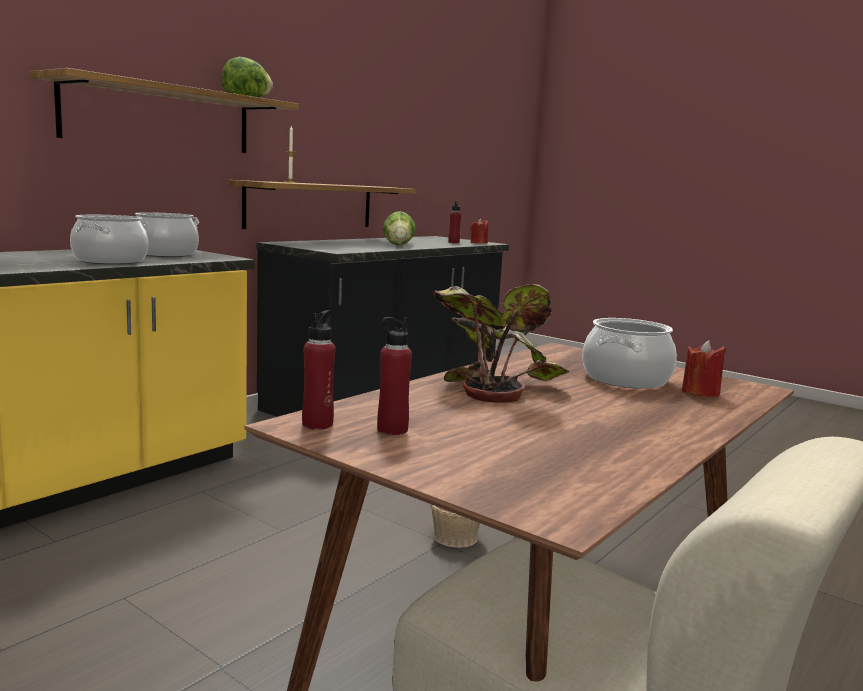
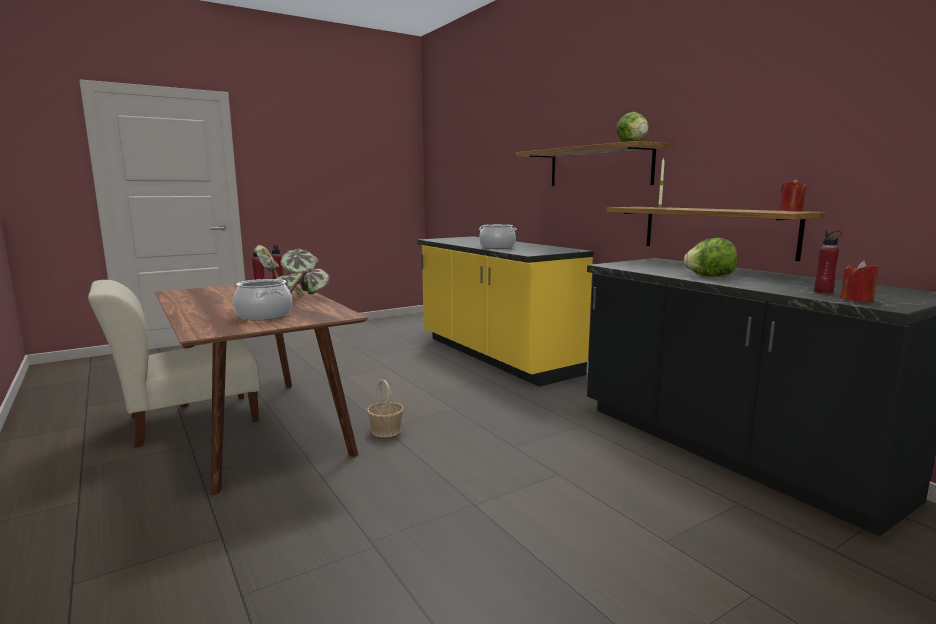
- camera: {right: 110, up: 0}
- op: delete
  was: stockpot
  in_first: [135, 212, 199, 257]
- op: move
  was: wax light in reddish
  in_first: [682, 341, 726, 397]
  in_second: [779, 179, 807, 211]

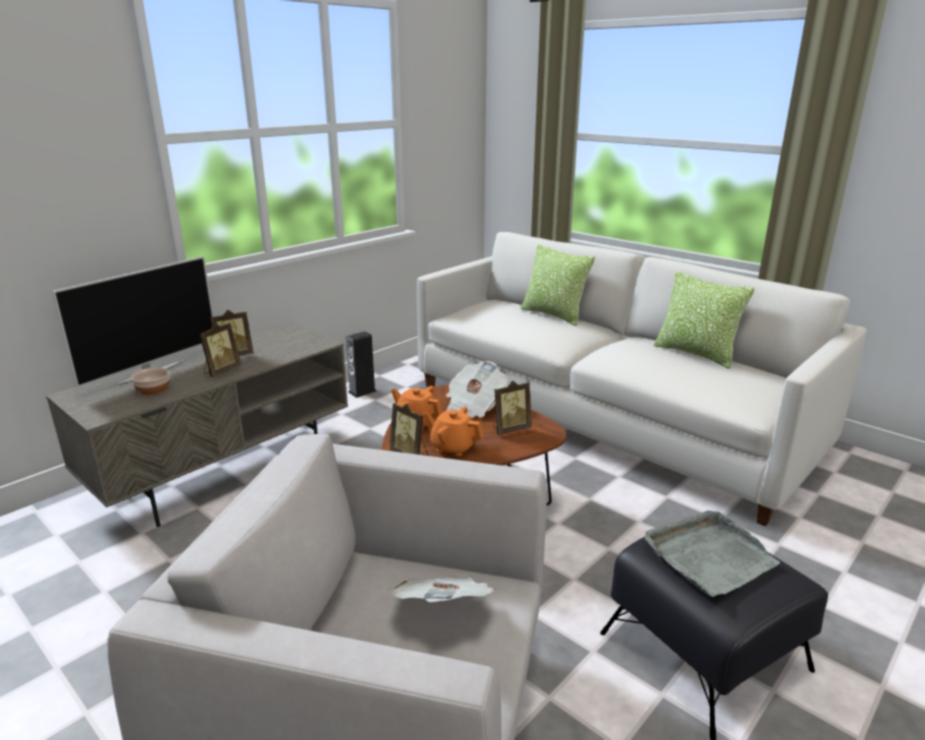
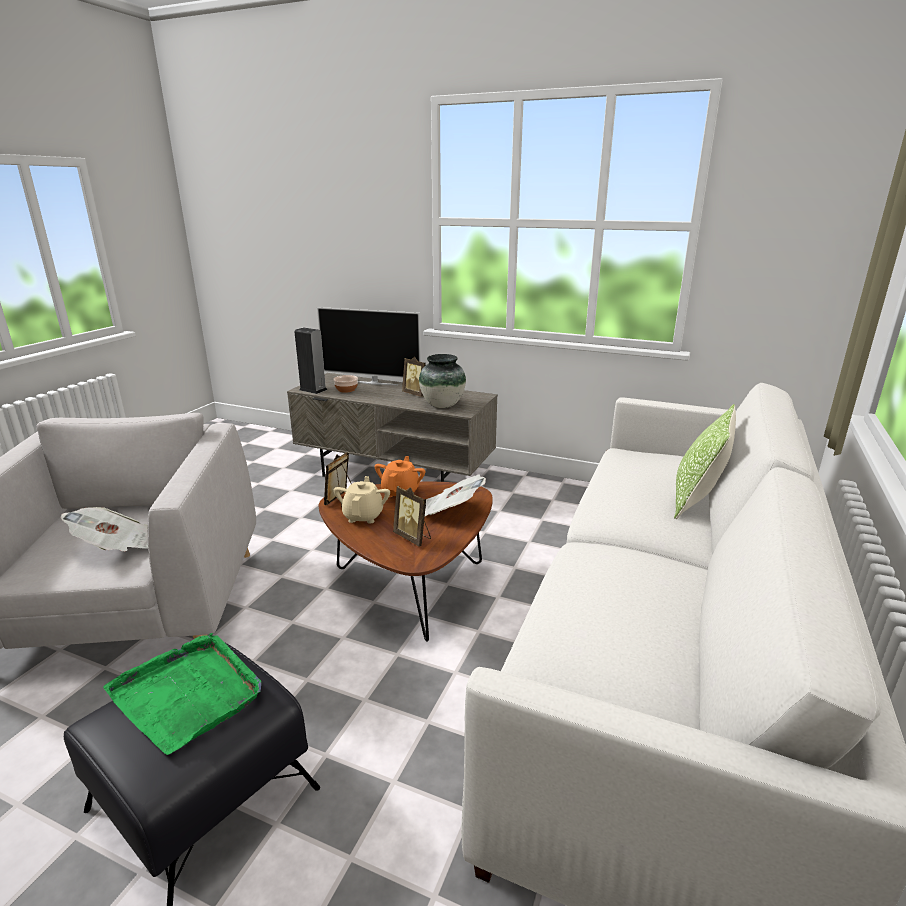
- camera: {right: 70, up: 0}
- op: delete
  was: standing frame
  in_first: [199, 323, 241, 377]
- op: move
  was: speaker
  in_first: [346, 331, 376, 398]
  in_second: [295, 328, 328, 394]
- op: recolor
  was: tea pot in orangey
  now: tea pot in sand-coloured
  in_first: [423, 407, 484, 456]
  in_second: [334, 476, 390, 523]
- op: recolor
  was: tray in grey
  now: tray in green
  in_first: [645, 510, 780, 597]
  in_second: [103, 633, 261, 755]
- op: delete
  was: throw pillow
  in_first: [654, 272, 755, 369]
- op: insert
  now: vase
  in_second: [419, 354, 466, 408]

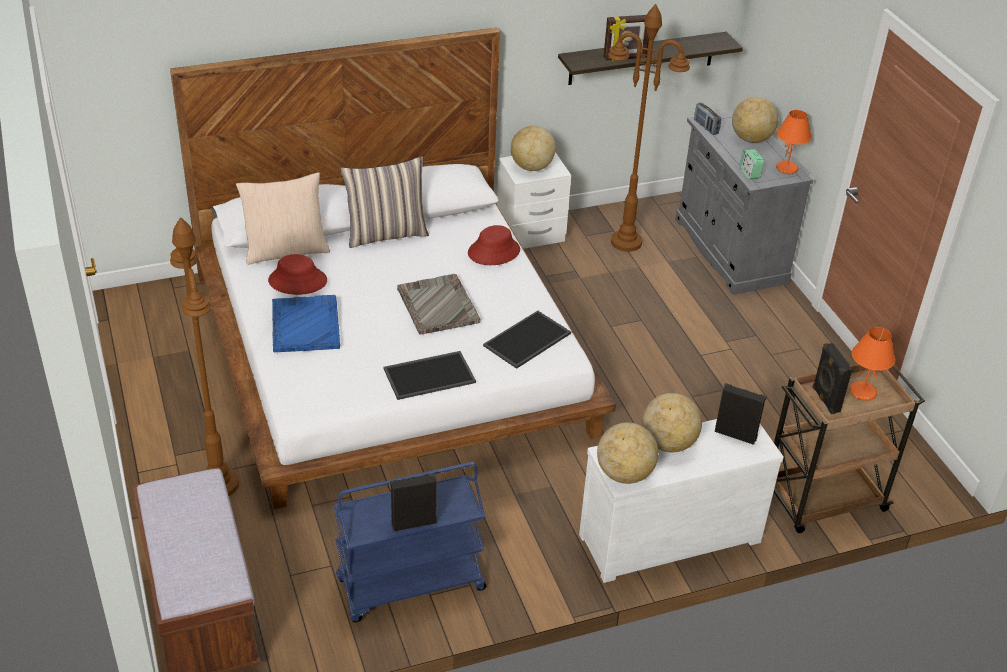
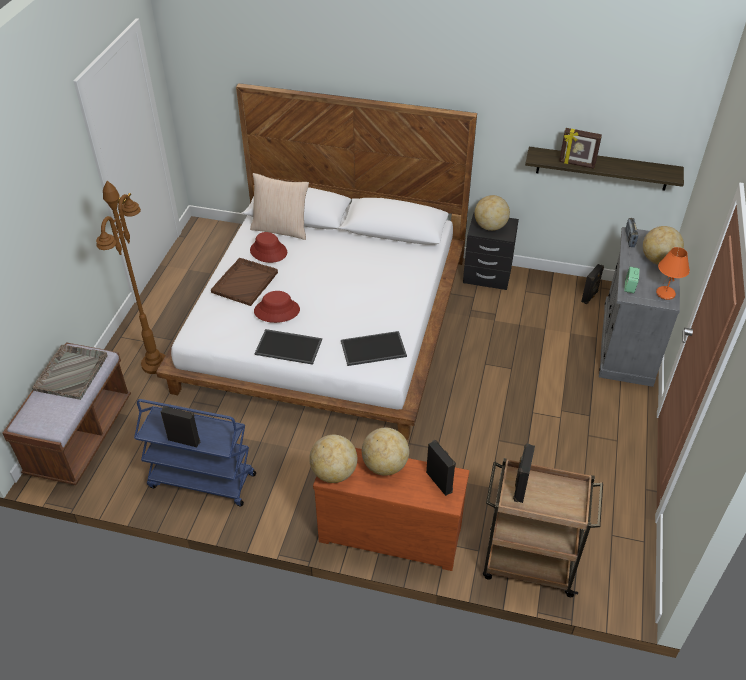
- camera: {right: 35, up: 5}
- op: recolor
  was: tray in blue-coloured
  now: tray in brown
  in_first: [272, 295, 340, 352]
  in_second: [211, 258, 278, 306]
- op: delete
  was: throw pillow
  in_first: [340, 156, 429, 248]
- op: move
  was: tray in grey
  in_first: [397, 274, 480, 335]
  in_second: [32, 345, 108, 400]
- op: move
  was: wearable hat in reddish
  in_first: [468, 225, 520, 265]
  in_second: [254, 291, 300, 323]
- op: recolor
  was: night table in white-coloured
  now: night table in blackish
  in_first: [497, 152, 571, 249]
  in_second: [463, 213, 519, 290]
- op: recolor
  was: drawer chest in white-coloured
  now: drawer chest in brown
  in_first: [579, 419, 784, 583]
  in_second: [313, 448, 469, 571]
- op: delete
  was: standard lamp in brown
  in_first: [608, 4, 690, 252]
- op: delete
  was: lamp for a table in orangey
  in_first: [850, 327, 895, 401]
- op: insert
  now: speaker in blackish
  in_second: [581, 264, 604, 304]

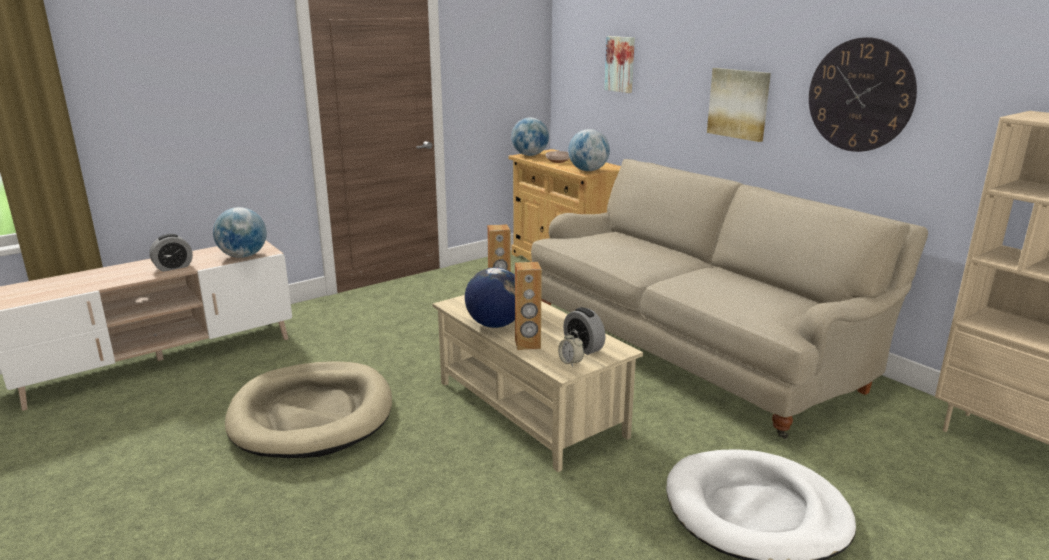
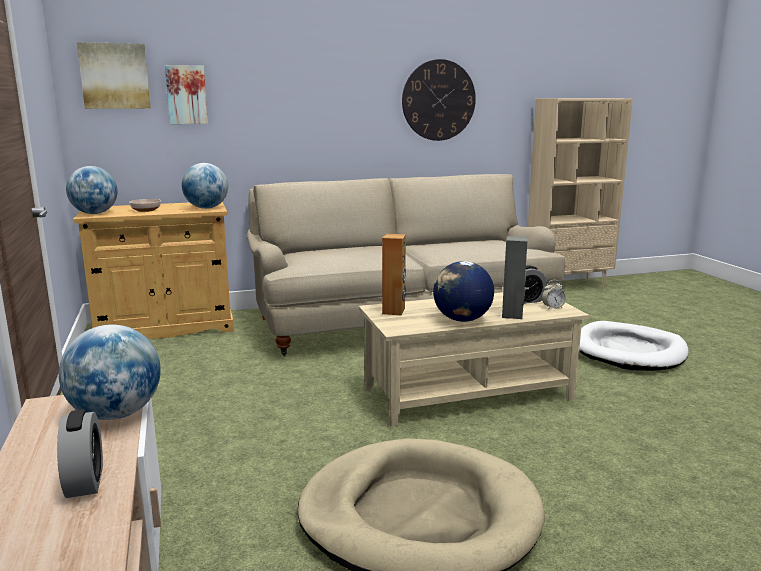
- camera: {right: -70, up: -5}
- op: recolor
  was: speaker in brown
  now: speaker in grey
  in_first: [515, 262, 542, 350]
  in_second: [502, 236, 528, 319]
- op: move
  was: wall art
  in_first: [707, 68, 771, 142]
  in_second: [77, 42, 151, 109]

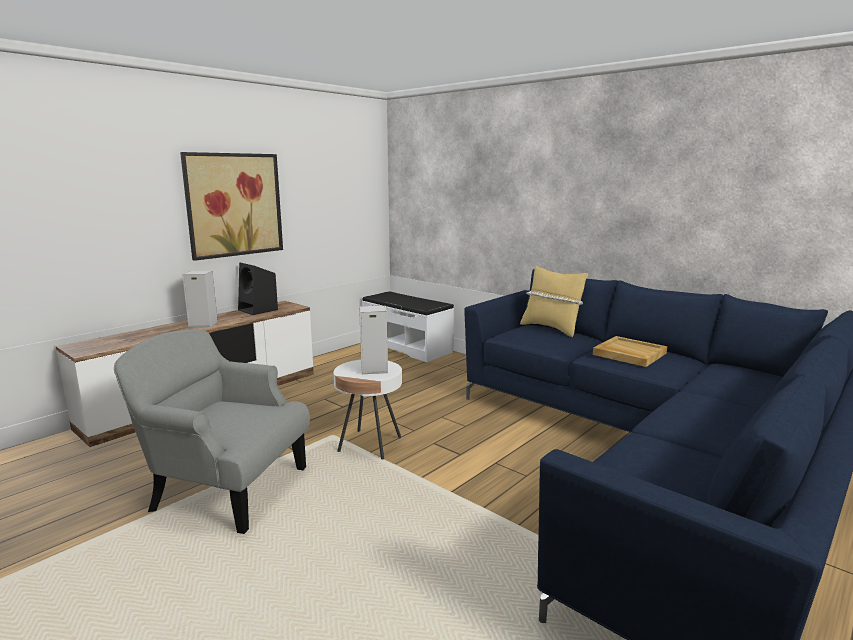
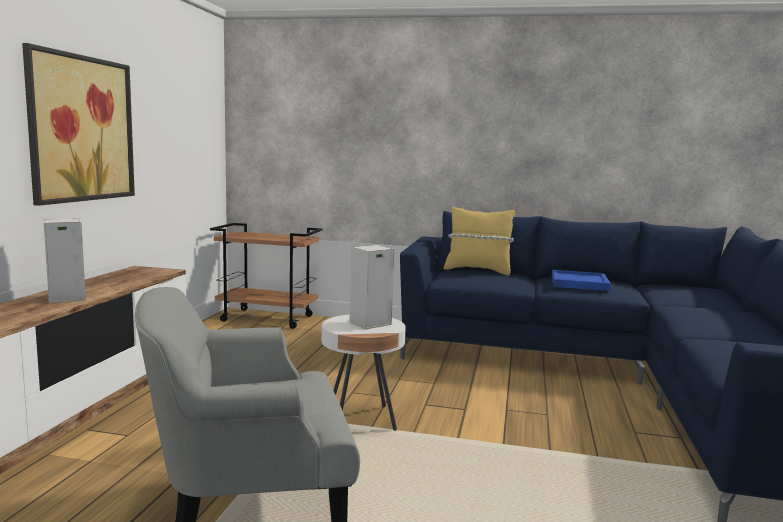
- camera: {right: -30, up: -5}
- op: delete
  was: speaker in blackish
  in_first: [238, 263, 278, 315]
- op: replace
  was: bench in white-coloured
  now: cart in brown
  in_first: [362, 291, 454, 362]
  in_second: [210, 223, 323, 329]
- op: recolor
  was: tray in sand-coloured
  now: tray in blue-coloured
  in_first: [593, 336, 667, 367]
  in_second: [552, 270, 611, 291]

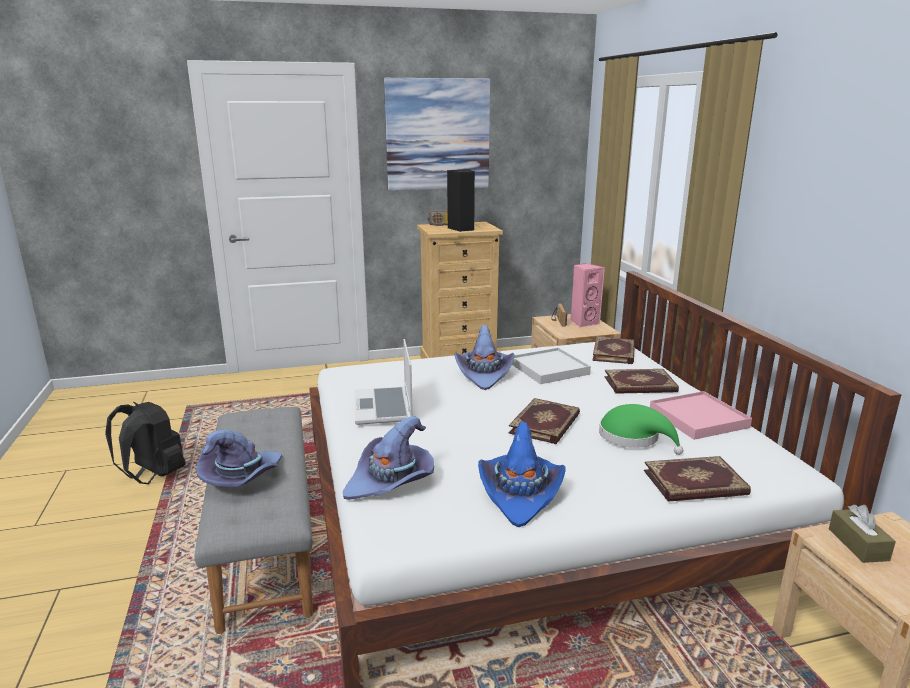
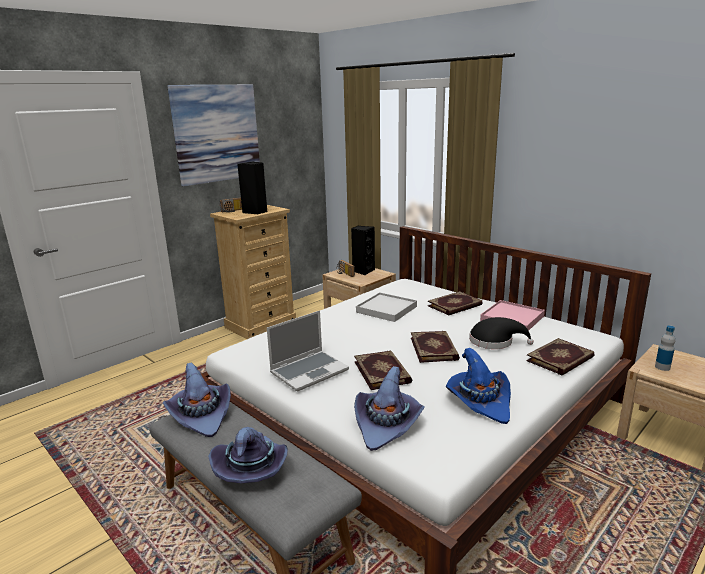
- camera: {right: -30, up: 0}
- op: delete
  was: knapsack in blackish
  in_first: [105, 402, 186, 484]
- op: rotate
  was: notebook computer
  in_first: [354, 339, 413, 425]
  in_second: [267, 310, 349, 391]
  clockwise: -90
- op: move
  was: wearable hat in purple
  in_first: [454, 325, 515, 390]
  in_second: [163, 362, 231, 437]
- op: recolor
  was: speaker in pink-coloured
  now: speaker in blackish
  in_first: [570, 263, 605, 328]
  in_second: [351, 226, 375, 275]
- op: move
  was: volume
  in_first: [592, 336, 635, 364]
  in_second: [354, 350, 412, 390]
- op: recolor
  was: wearable hat in green
  now: wearable hat in blackish
  in_first: [599, 404, 683, 455]
  in_second: [469, 317, 534, 349]
- op: replace
  was: box of tissues in brown
  now: drink bottle
  in_first: [829, 505, 896, 563]
  in_second: [655, 325, 675, 371]

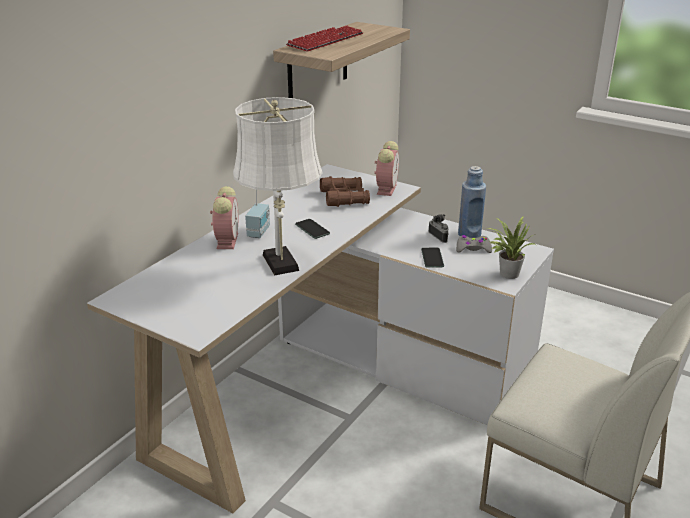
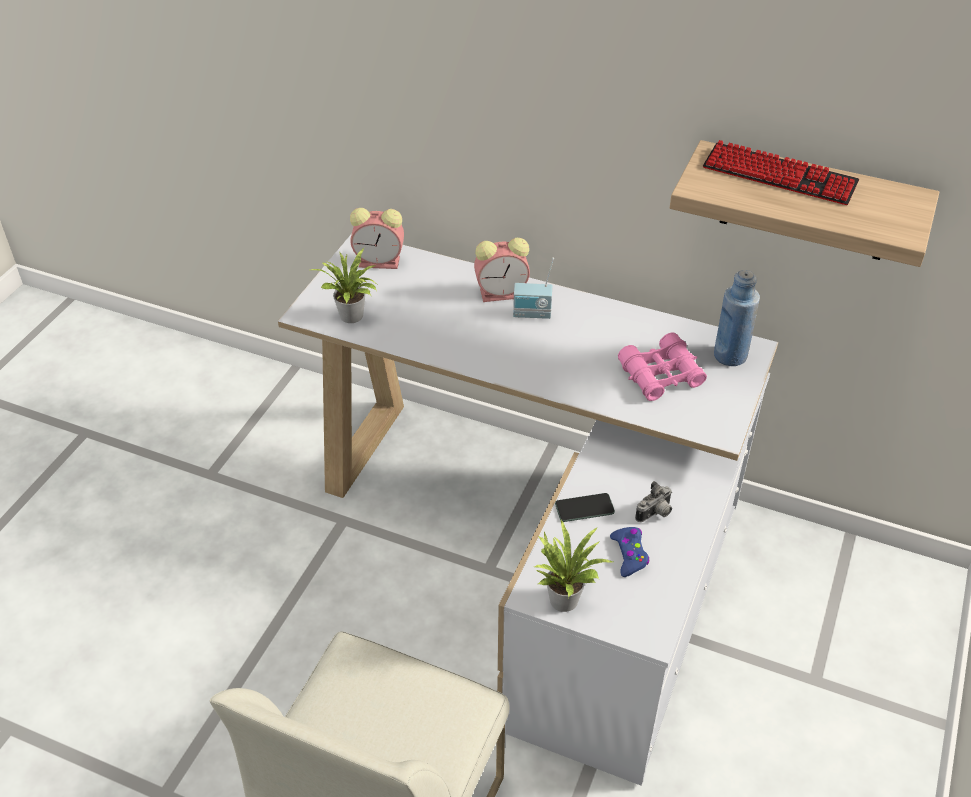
- camera: {right: 80, up: 15}
- op: delete
  was: lamp for a table in white-coloured
  in_first: [233, 97, 323, 275]
- op: delete
  was: handset
  in_first: [295, 219, 330, 239]
- op: recolor
  was: pair of binoculars in brown
  now: pair of binoculars in pink-coloured
  in_first: [320, 176, 370, 207]
  in_second: [618, 332, 707, 401]
- op: move
  was: bedside clock
  in_first: [374, 141, 399, 196]
  in_second: [350, 208, 404, 269]
- op: recolor
  was: gamepad in grey
  now: gamepad in blue-coloured
  in_first: [456, 235, 492, 253]
  in_second: [610, 527, 649, 577]
- op: move
  was: drink bottle in blue-coloured
  in_first: [458, 166, 486, 238]
  in_second: [714, 270, 760, 366]
- op: insert
  now: potted plant
  in_second: [311, 248, 377, 323]

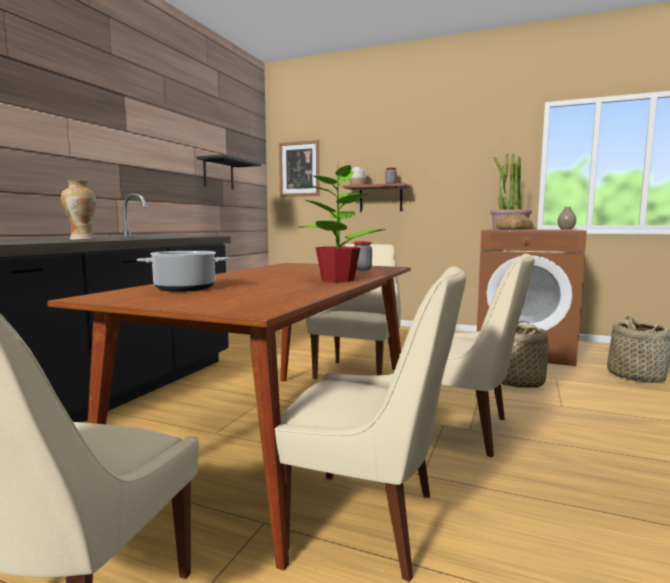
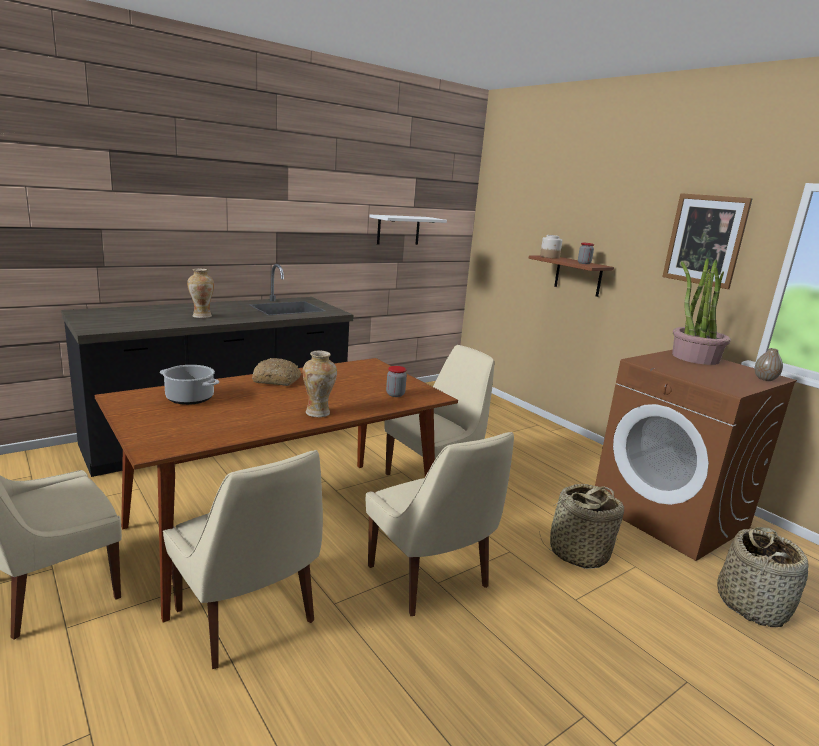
- camera: {right: 30, up: 10}
- op: recolor
  was: shelf in blackish
  now: shelf in white-coloured
  in_first: [196, 155, 262, 190]
  in_second: [369, 215, 447, 245]
- op: move
  was: wall art
  in_first: [279, 140, 319, 197]
  in_second: [662, 193, 753, 289]
- op: replace
  was: potted plant
  now: vase
  in_first: [297, 165, 386, 282]
  in_second: [303, 351, 337, 417]
- op: move
  was: bakery bread
  in_first: [495, 214, 533, 230]
  in_second: [252, 358, 301, 386]

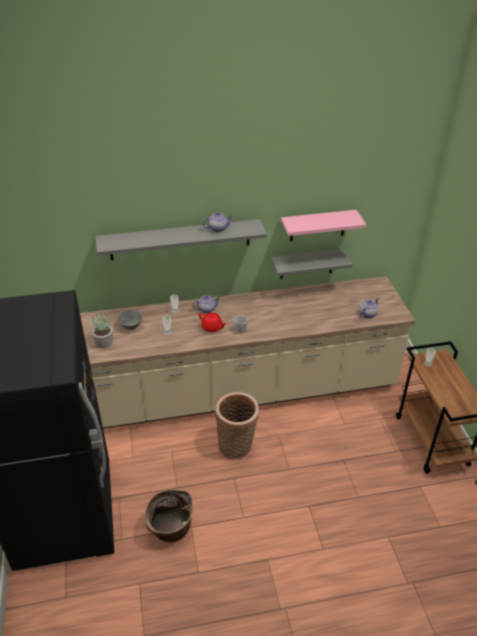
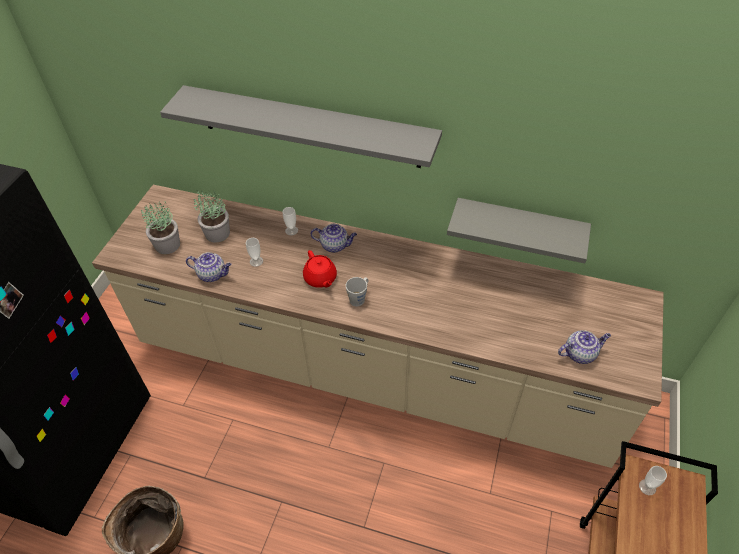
- camera: {right: 30, up: 10}
- op: replace
  was: deep dish in grey
  now: potted plant
  in_first: [117, 310, 143, 330]
  in_second: [194, 188, 230, 243]
- op: move
  was: tea pot
  in_first: [202, 212, 233, 232]
  in_second: [186, 252, 231, 282]
- op: delete
  was: basket
  in_first: [215, 392, 259, 459]
- op: delete
  was: shelf in pink-coloured
  in_first: [281, 210, 366, 241]

